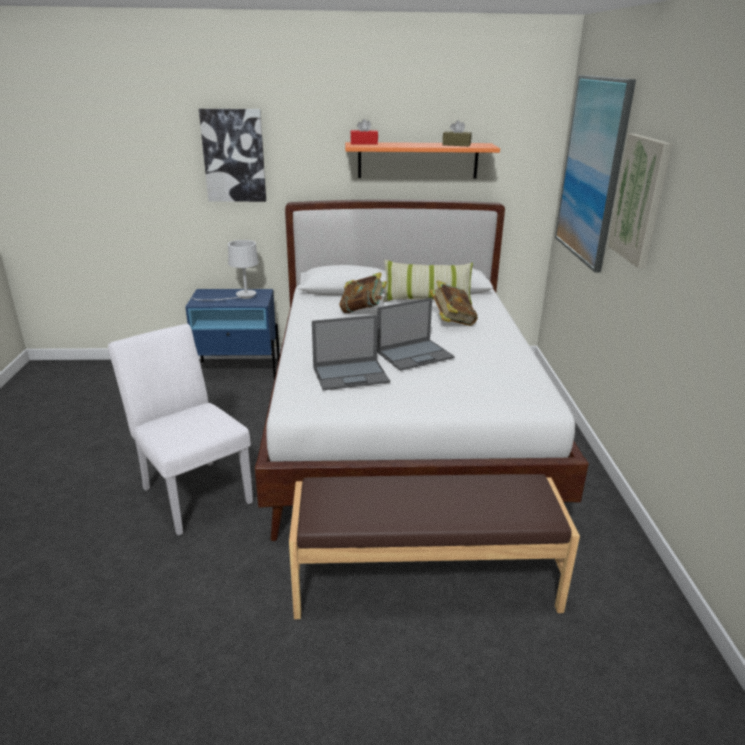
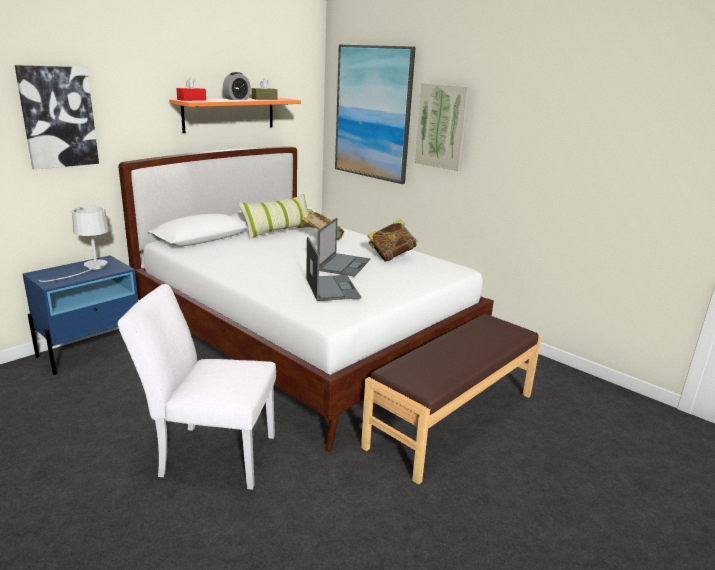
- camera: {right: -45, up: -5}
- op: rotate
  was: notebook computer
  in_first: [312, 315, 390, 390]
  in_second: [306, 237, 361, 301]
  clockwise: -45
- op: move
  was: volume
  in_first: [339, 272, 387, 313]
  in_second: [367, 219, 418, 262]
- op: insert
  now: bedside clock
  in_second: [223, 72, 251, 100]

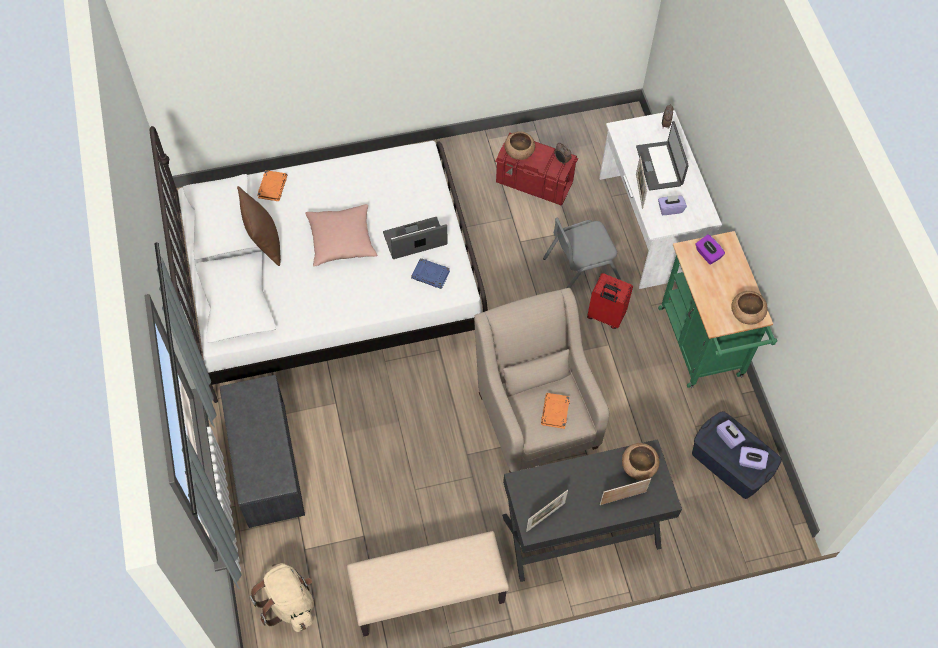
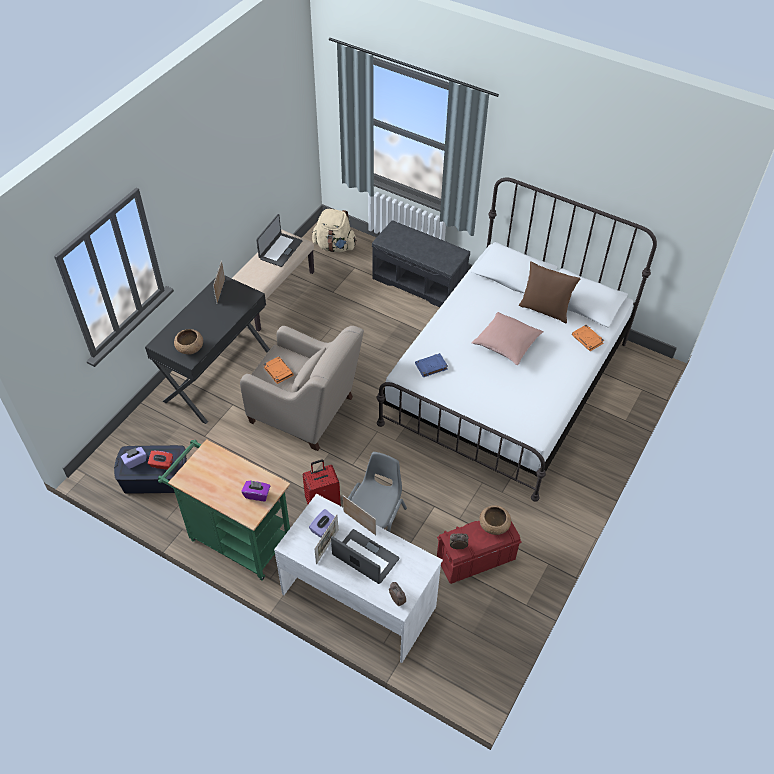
- camera: {right: 135, up: -10}
- op: move
  was: notebook computer
  in_first: [383, 217, 447, 259]
  in_second: [256, 214, 303, 267]
- op: move
  was: standing frame
  in_first: [600, 478, 651, 505]
  in_second: [314, 514, 338, 564]
- op: recolor
  was: box of tissues in purple
  now: box of tissues in reddish
  in_first: [717, 420, 745, 449]
  in_second: [148, 451, 173, 470]
- op: delete
  was: deep dish in brown
  in_first: [731, 291, 768, 325]

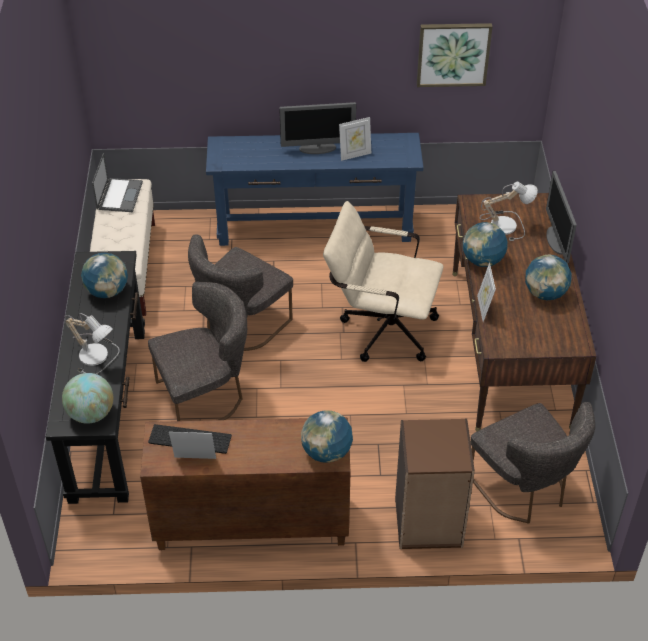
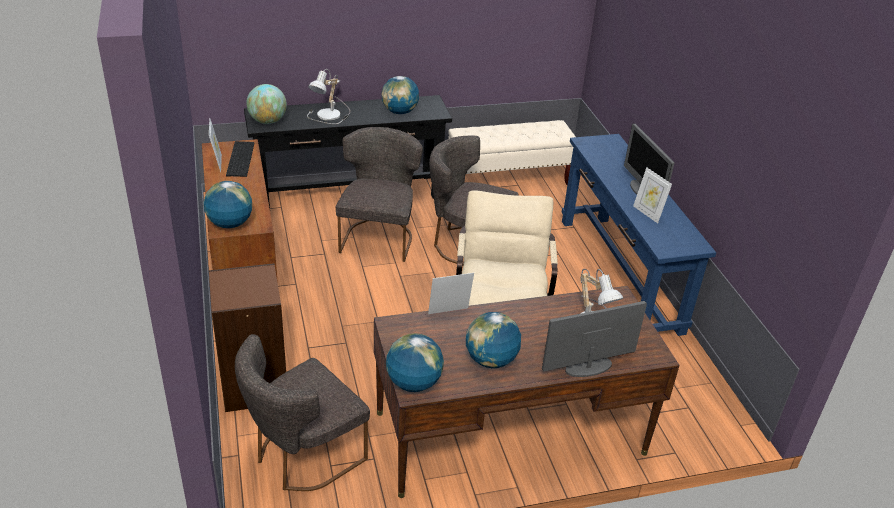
- camera: {right: 75, up: -10}
- op: delete
  was: notebook computer
  in_first: [92, 153, 143, 212]
- op: rotate
  was: plain chair in grey
  in_first: [148, 282, 247, 421]
  in_second: [336, 127, 423, 262]
  clockwise: -135
- op: delete
  was: wall art
  in_first: [417, 23, 493, 87]
- op: move
  was: world globe
  in_first: [463, 222, 508, 267]
  in_second: [386, 333, 444, 392]

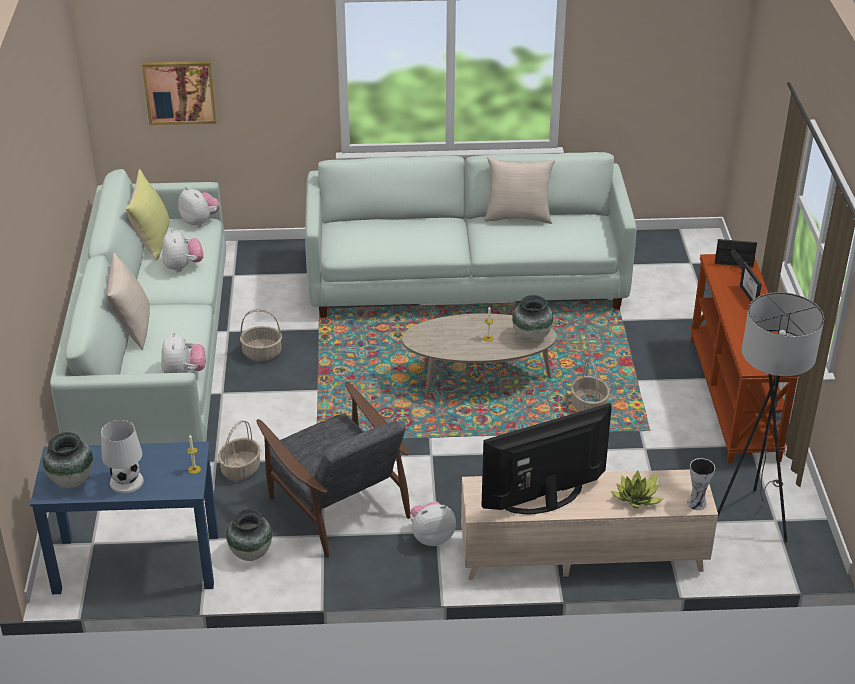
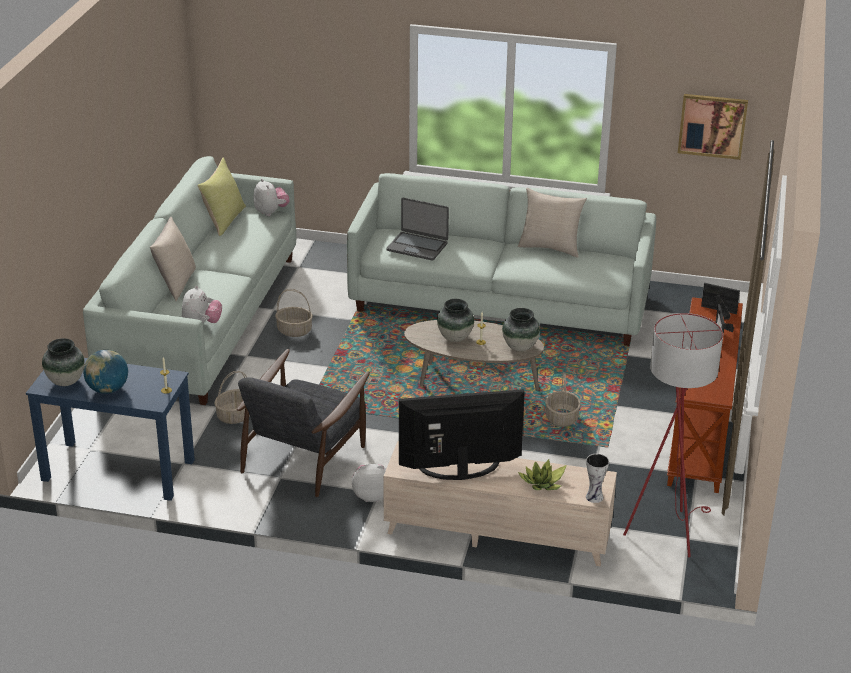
- camera: {right: 15, up: -5}
- op: replace
  was: lamp for a table in white-coloured
  now: world globe
  in_first: [101, 420, 144, 494]
  in_second: [83, 350, 128, 394]
- op: move
  was: wall art
  in_first: [142, 61, 217, 125]
  in_second: [678, 94, 748, 160]
- op: delete
  was: plush toy
  in_first: [162, 228, 203, 272]
- op: move
  was: vase
  in_first: [226, 509, 272, 561]
  in_second: [437, 299, 474, 342]
- op: rotate
  was: easy chair in grey
  in_first: [256, 382, 410, 558]
  in_second: [237, 349, 370, 497]
  clockwise: 45
- op: recolor
  was: standard lamp in grey
  now: standard lamp in reddish
  in_first: [717, 292, 824, 542]
  in_second: [623, 313, 723, 557]
- op: insert
  now: notebook computer
  in_second: [386, 197, 449, 261]

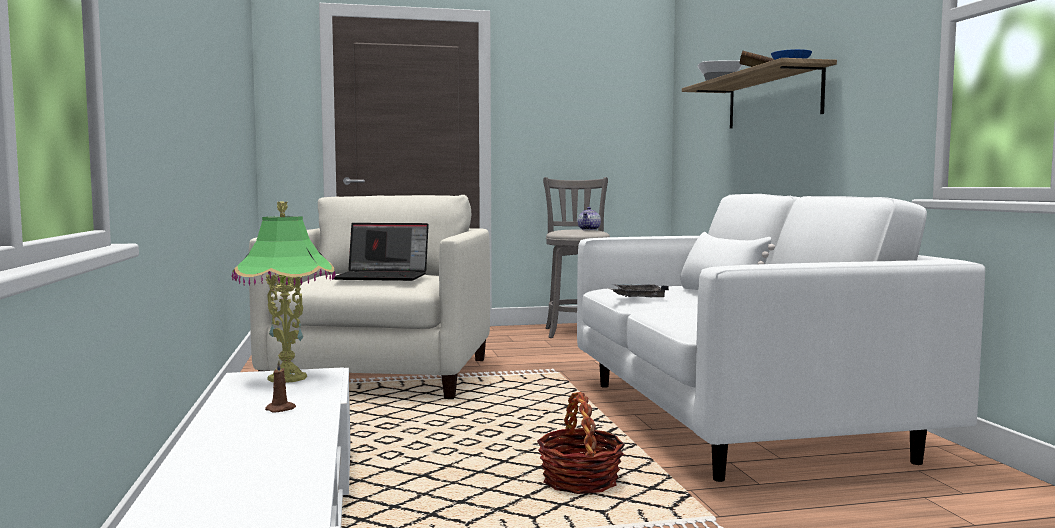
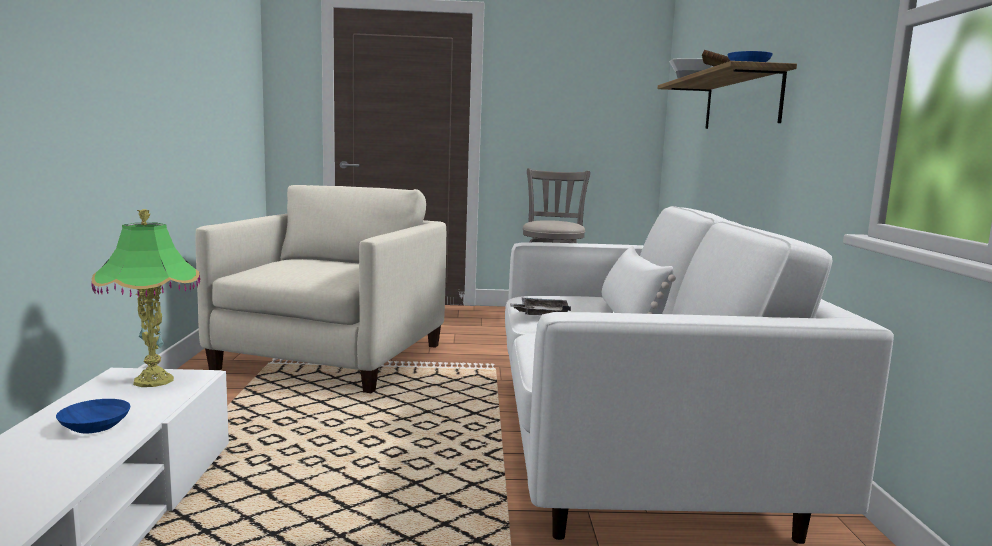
- camera: {right: 10, up: 5}
- op: replace
  was: wax light in brown
  now: deep dish in blue-coloured
  in_first: [265, 360, 296, 413]
  in_second: [56, 399, 131, 434]
- op: delete
  was: notebook computer
  in_first: [334, 223, 429, 281]
- op: delete
  was: basket
  in_first: [537, 392, 625, 494]
- op: delete
  was: tea pot
  in_first: [578, 207, 601, 230]

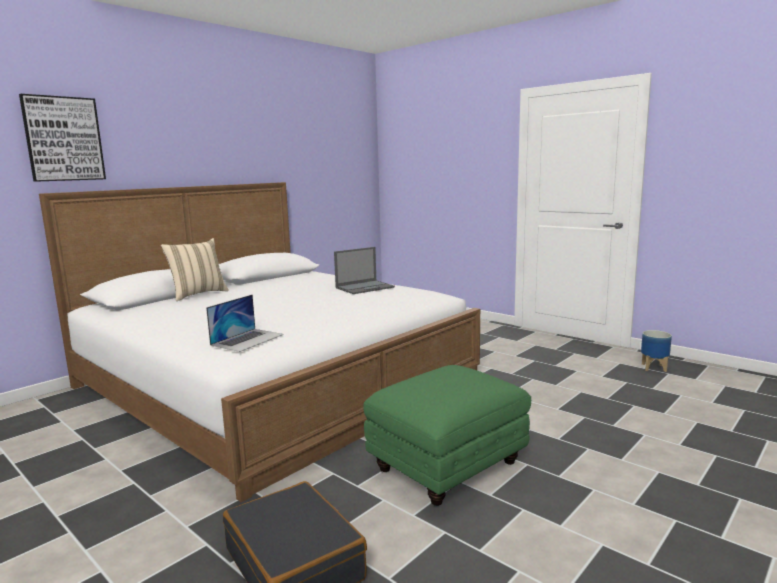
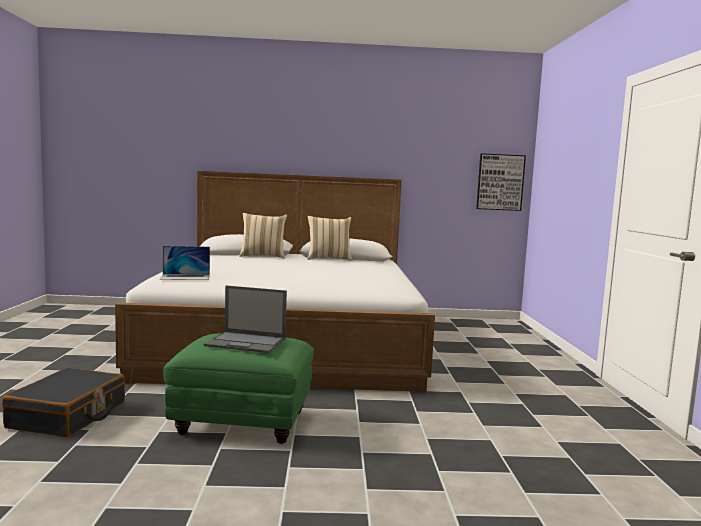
- camera: {right: 45, up: -5}
- op: move
  was: wall art
  in_first: [19, 94, 106, 182]
  in_second: [476, 153, 526, 211]
- op: move
  was: notebook computer
  in_first: [334, 247, 395, 294]
  in_second: [204, 285, 287, 353]
- op: delete
  was: plant pot
  in_first: [641, 330, 672, 372]
- op: insert
  now: throw pillow in sand-coloured
  in_second: [307, 216, 352, 261]

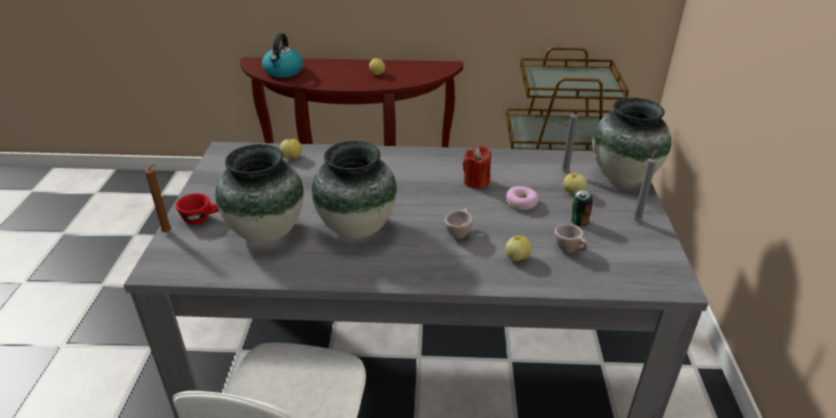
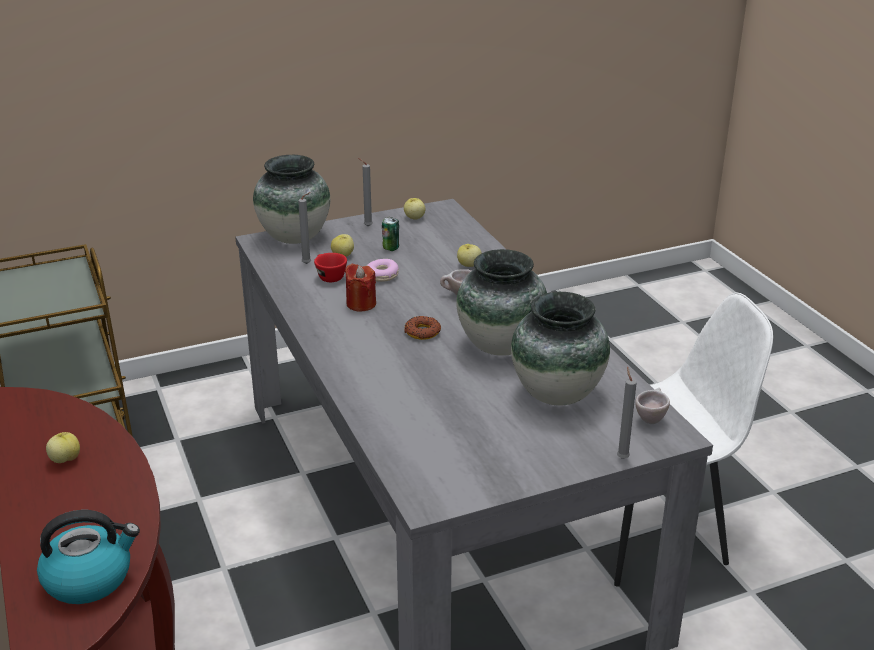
- camera: {right: -115, up: -5}
- op: recolor
  was: wax light in brown
  now: wax light in grey
  in_first: [145, 164, 172, 233]
  in_second: [617, 367, 637, 459]
- op: move
  was: small cup in reddish
  in_first: [176, 193, 219, 225]
  in_second: [314, 253, 347, 282]
- op: move
  was: whole apple
  in_first: [280, 139, 302, 159]
  in_second: [404, 198, 425, 220]
- op: move
  was: small cup in sand-coloured
  in_first: [554, 224, 588, 253]
  in_second: [635, 388, 670, 424]
- op: insert
  now: donut
  in_second: [404, 316, 441, 340]

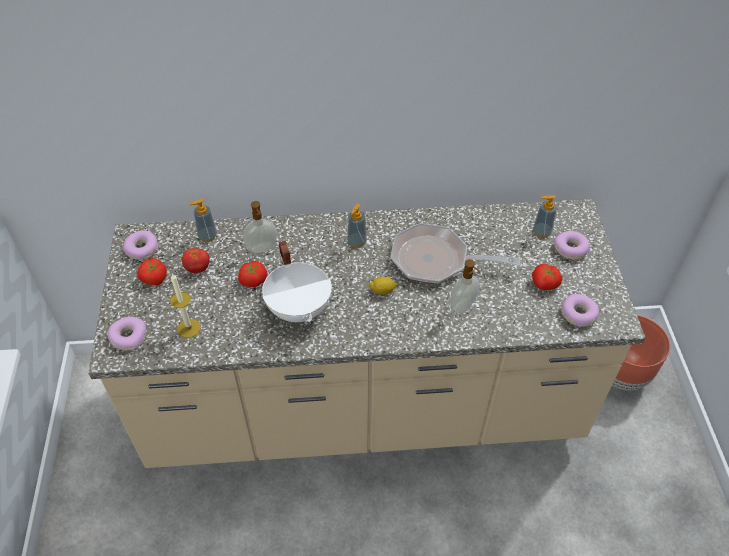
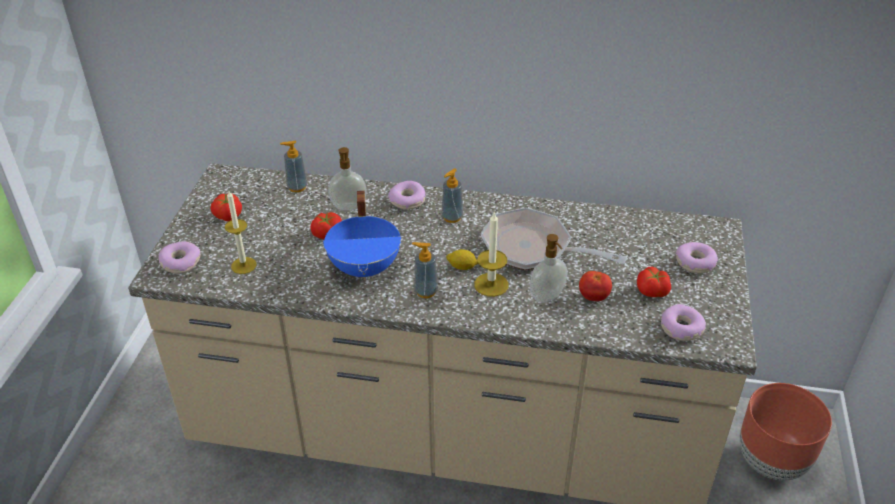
- camera: {right: 15, up: -10}
- op: move
  was: donut
  in_first: [123, 230, 158, 260]
  in_second: [388, 181, 426, 210]
- op: move
  was: fresh tomato
  in_first: [182, 248, 210, 273]
  in_second: [579, 271, 612, 301]
- op: recolor
  was: stockpot in white-coloured
  now: stockpot in blue-coloured
  in_first: [262, 241, 332, 322]
  in_second: [323, 191, 401, 280]
- op: move
  was: soap dispenser
  in_first: [533, 195, 557, 238]
  in_second: [412, 242, 438, 298]
- op: insert
  now: wax light
  in_second: [474, 213, 508, 297]

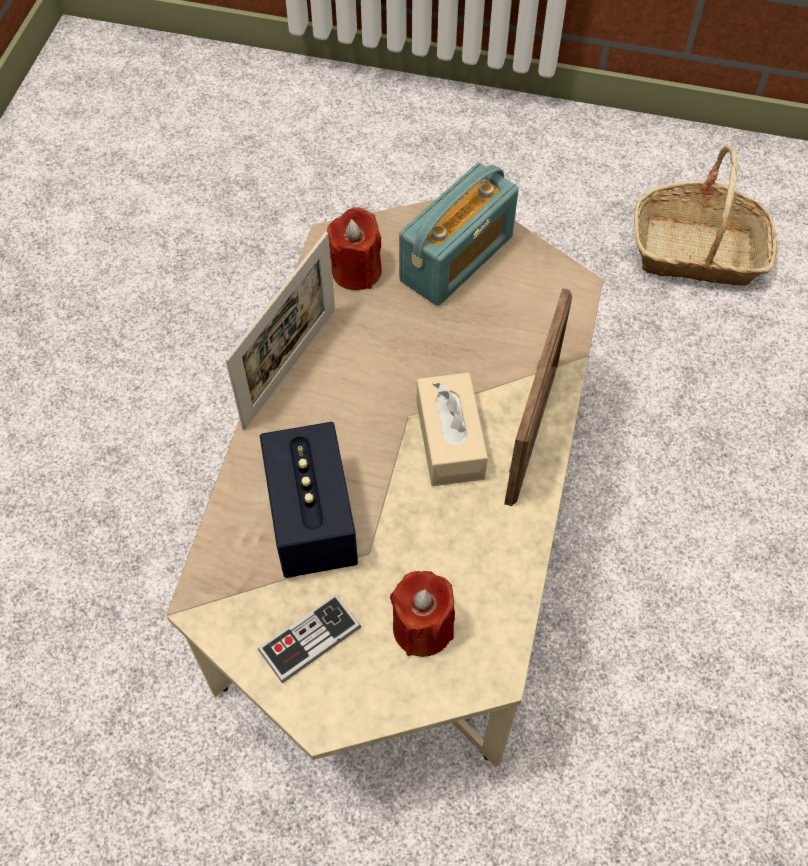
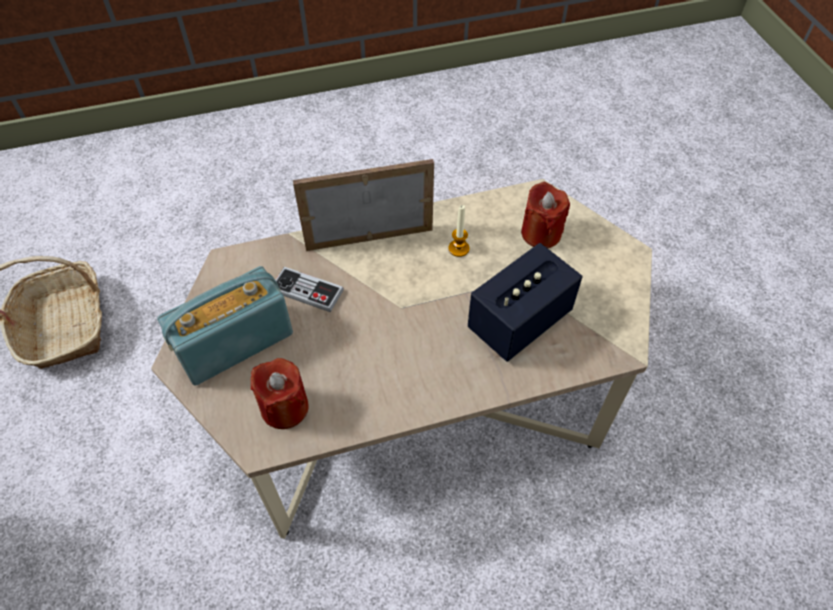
- camera: {right: -120, up: -5}
- op: delete
  was: standing frame
  in_first: [225, 232, 335, 430]
- op: move
  was: gamepad
  in_first: [258, 594, 361, 683]
  in_second: [276, 267, 344, 312]
- op: rotate
  was: radio
  in_first: [399, 163, 519, 306]
  in_second: [157, 266, 293, 386]
  clockwise: -45
- op: delete
  was: box of tissues in sand-coloured
  in_first: [417, 372, 488, 486]
- op: insert
  now: wax light
  in_second: [448, 205, 469, 257]

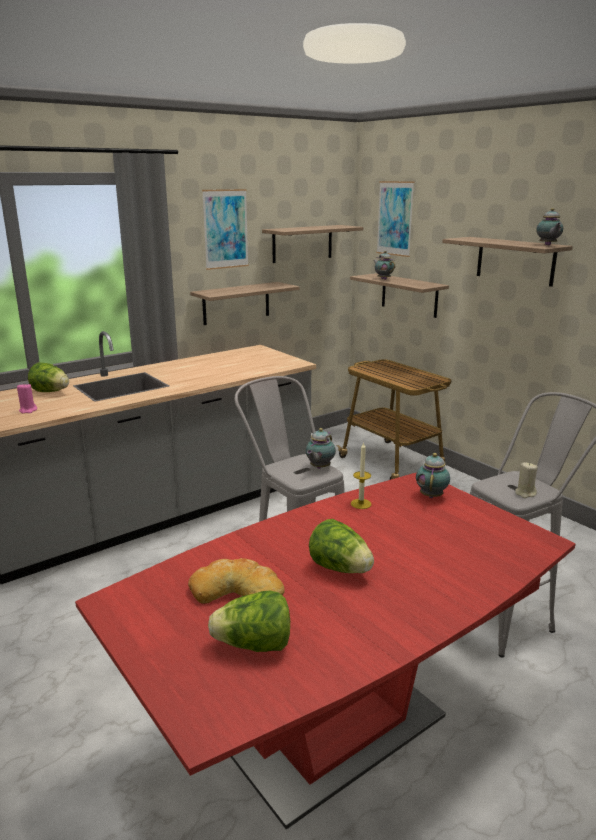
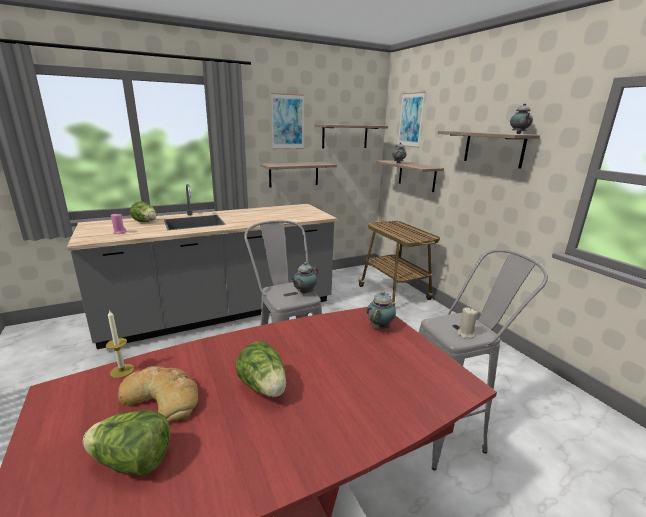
- camera: {right: 10, up: 0}
- op: move
  was: wax light
  in_first: [351, 442, 371, 509]
  in_second: [106, 310, 134, 378]

